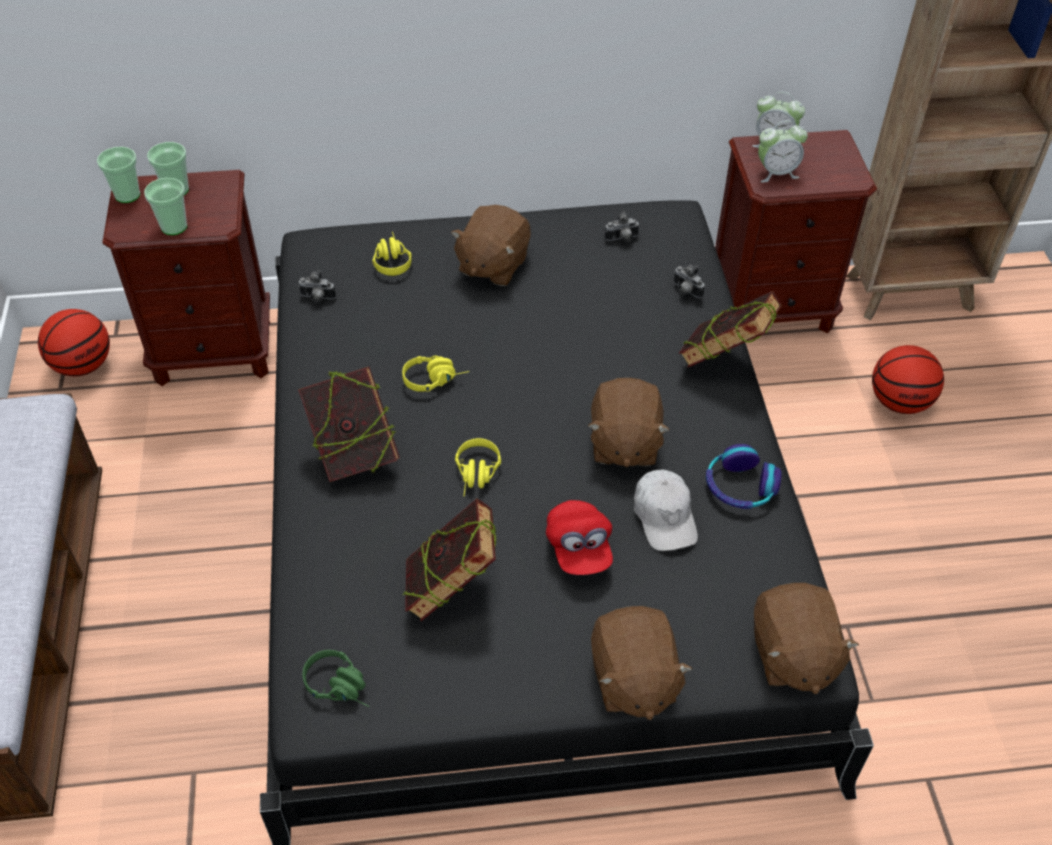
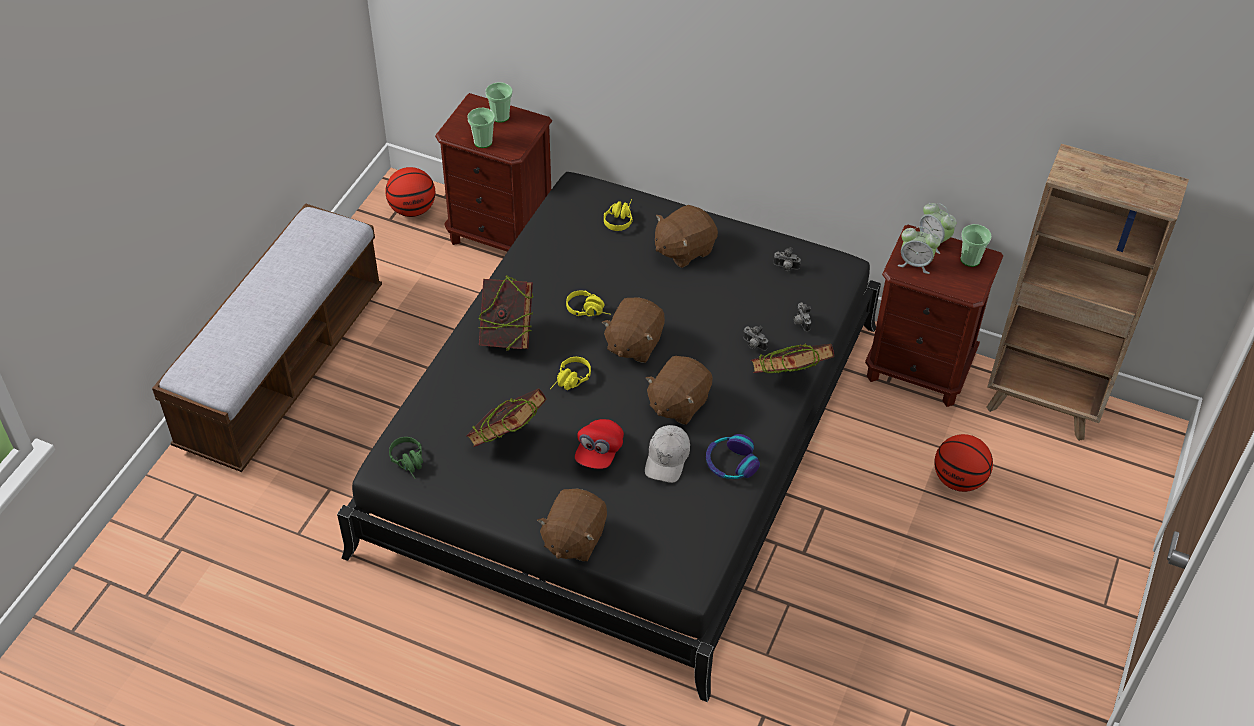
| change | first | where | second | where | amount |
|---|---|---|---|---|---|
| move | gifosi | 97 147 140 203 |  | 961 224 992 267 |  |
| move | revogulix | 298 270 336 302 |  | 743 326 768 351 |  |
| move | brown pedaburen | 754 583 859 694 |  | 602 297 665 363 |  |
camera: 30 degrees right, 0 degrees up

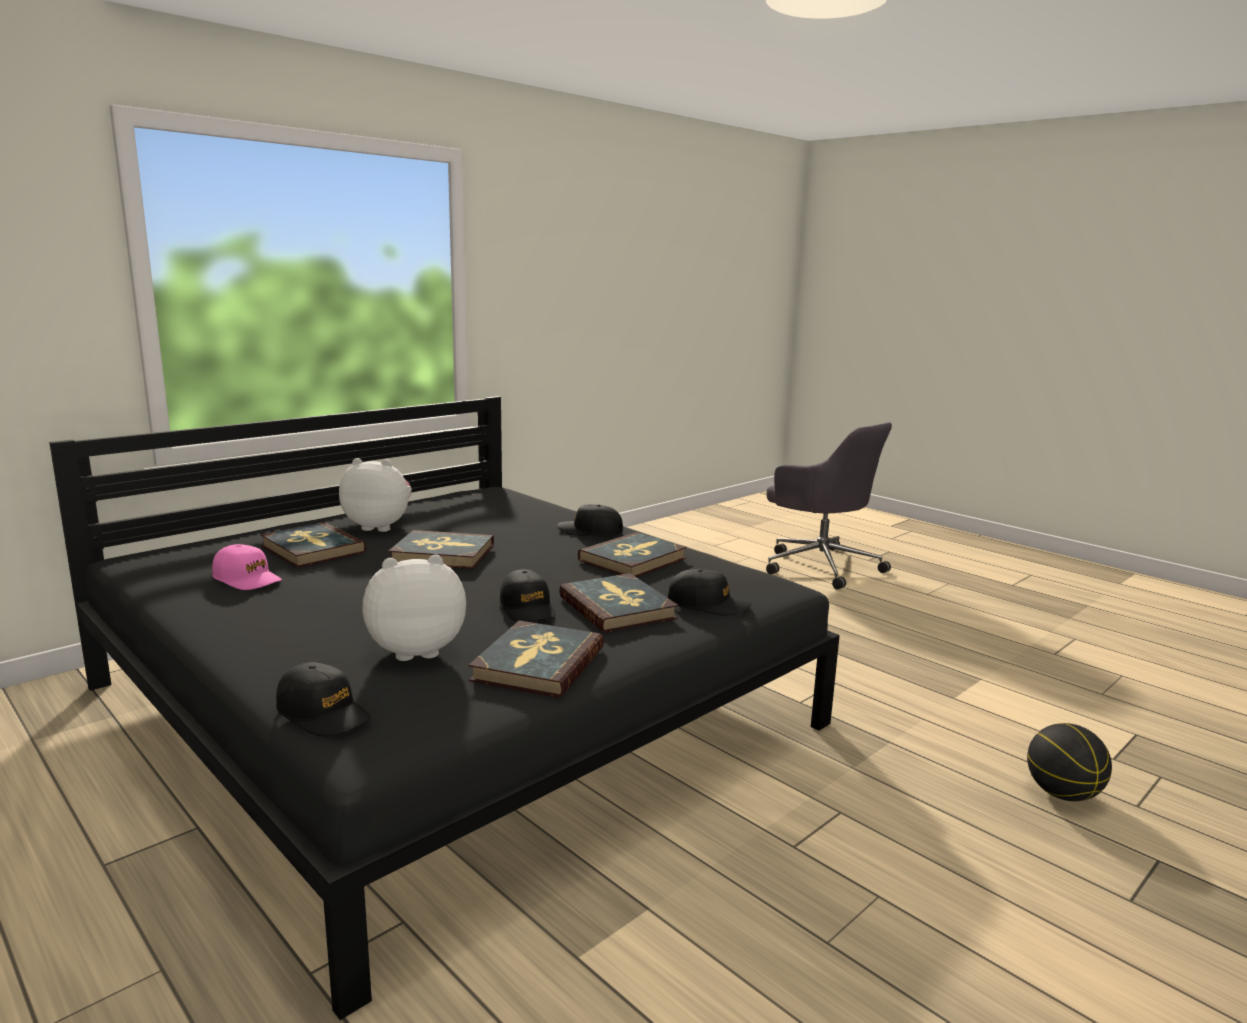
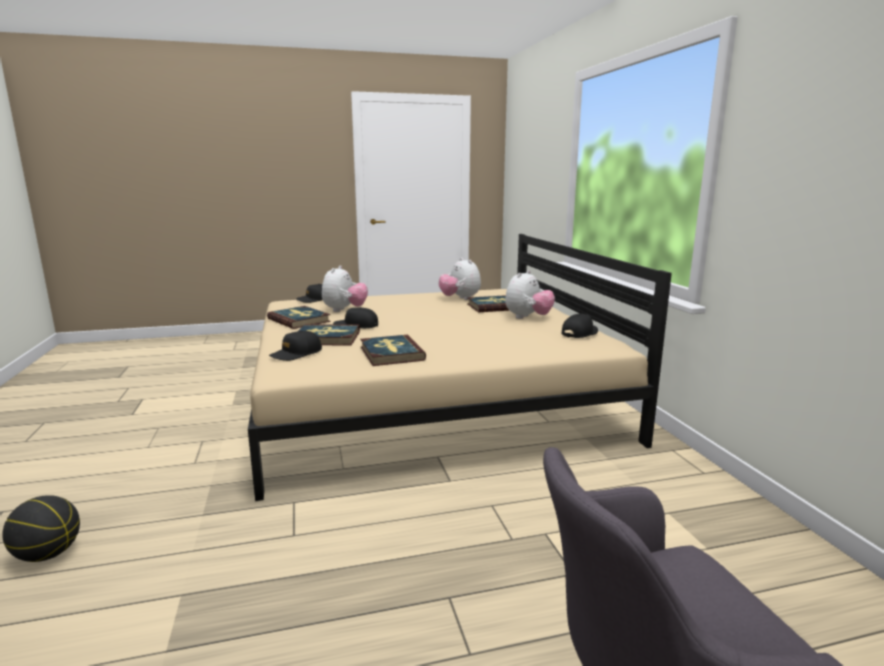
| change | first | where | second | where | amount |
|---|---|---|---|---|---|
| recolor | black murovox | 49 396 840 1020 | beige murovox | 248 234 672 501 |  |
| move | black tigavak | 557 504 623 536 |  | 561 314 598 338 |  |
| delete | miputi | 388 530 494 569 |  |  |  |
| replace | pink tigavak | 212 544 282 590 | pedaburen | 439 258 481 300 |  |
camera: 120 degrees right, 0 degrees up

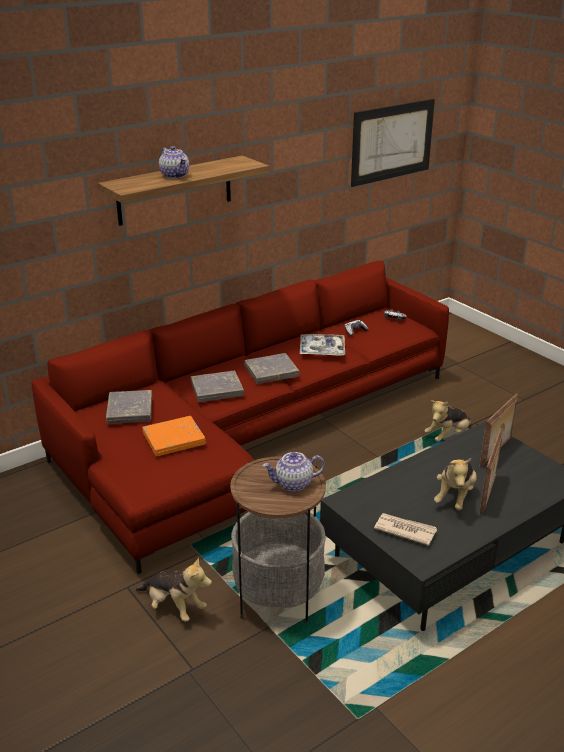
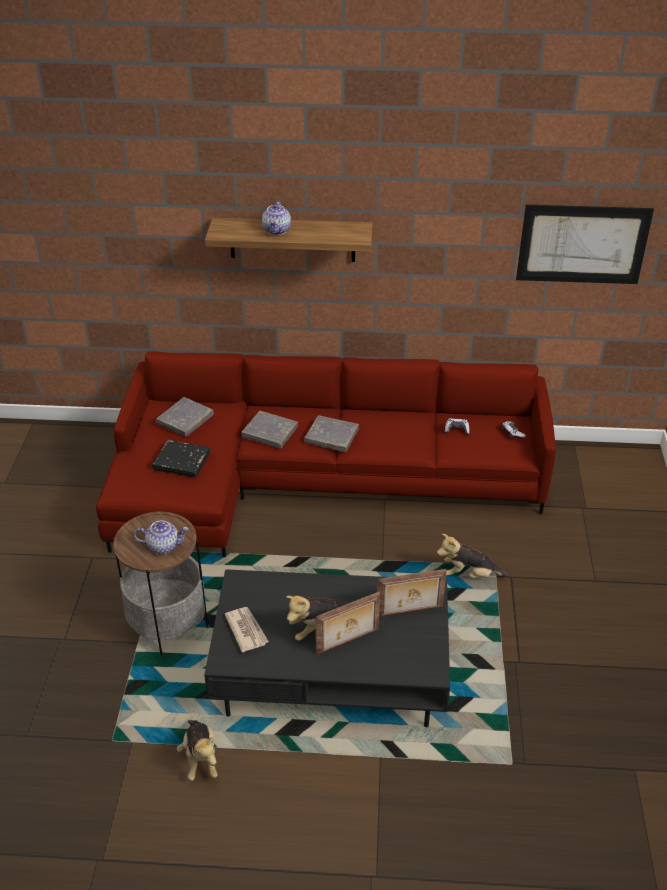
| change | first | where | second | where | amount |
|---|---|---|---|---|---|
| delete | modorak | 300 334 345 356 |  |  |  |
| recolor | orange miputi | 142 416 206 456 | black miputi | 152 440 210 477 |  |
| rotate | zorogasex | 263 452 325 491 |  | 134 520 189 554 | 150 degrees clockwise |
| move | pedaburen | 136 557 212 622 |  | 177 720 218 781 |  |
camera: 40 degrees right, 10 degrees up

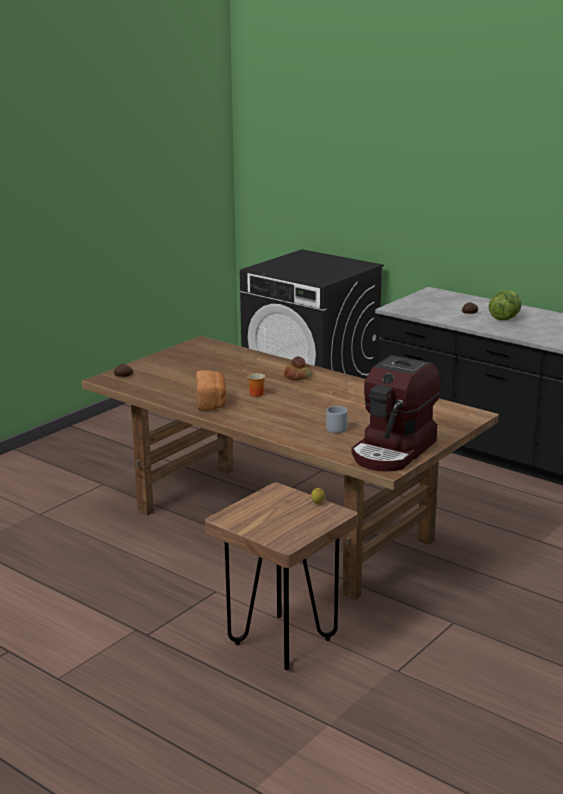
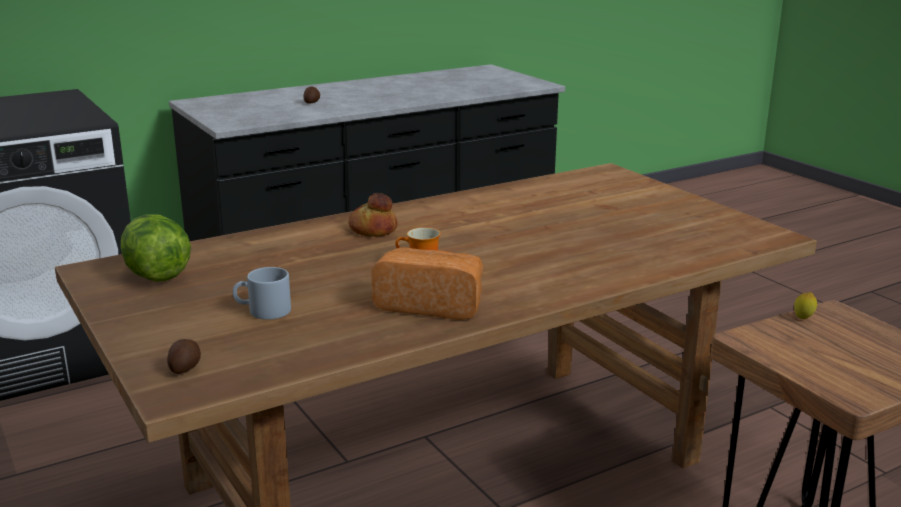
| change | first | where | second | where | amount |
|---|---|---|---|---|---|
| move | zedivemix | 489 290 522 320 |  | 120 214 191 282 |  |
| delete | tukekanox | 352 355 440 471 |  |  |  |
| move | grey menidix | 326 406 348 433 |  | 233 267 291 320 |  |
camera: 70 degrees left, 0 degrees up

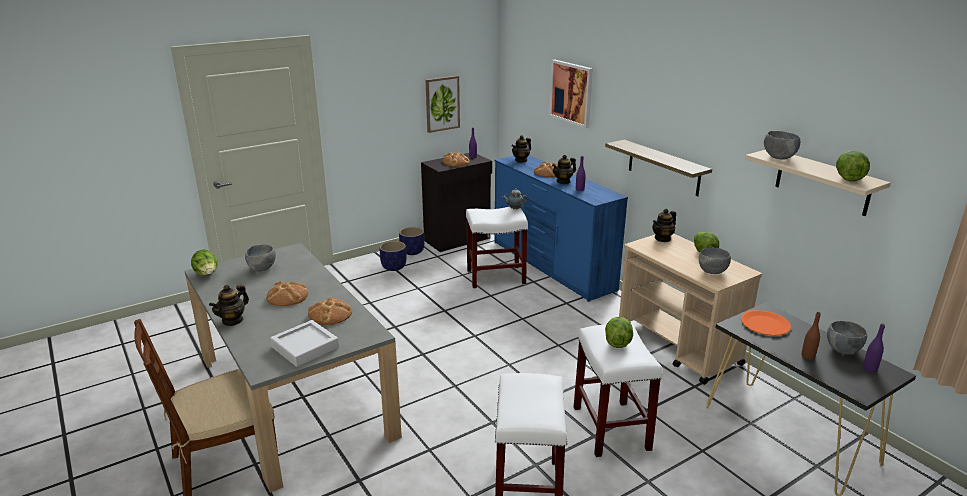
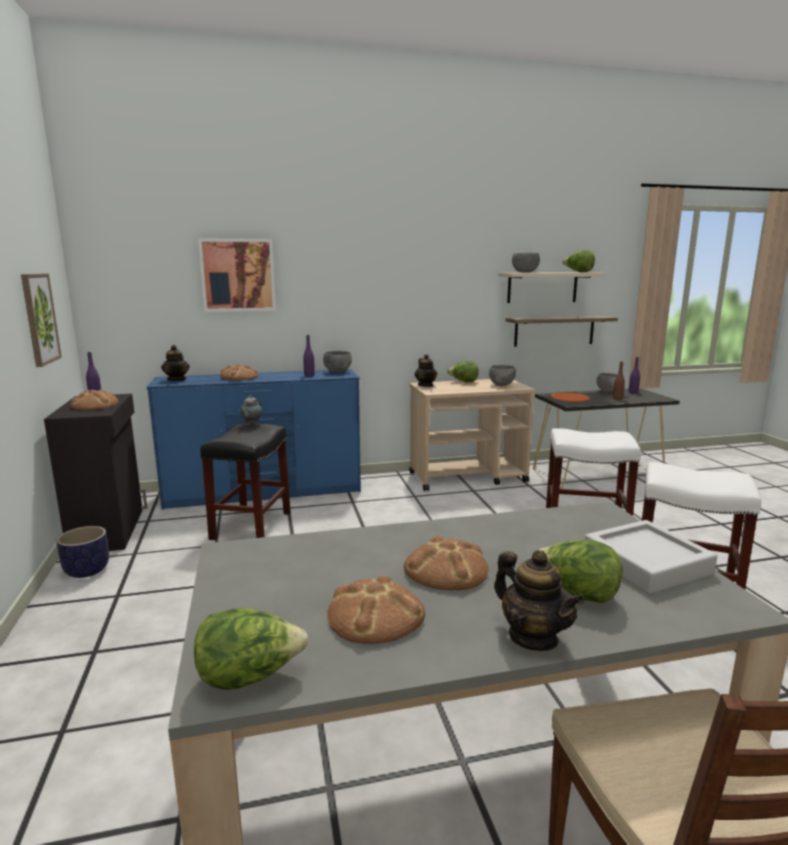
| change | first | where | second | where | amount |
|---|---|---|---|---|---|
| move | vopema | 605 140 712 196 |  | 506 316 618 347 |  |
| delete | zorogasex | 552 155 576 184 |  |  |  |
| recolor | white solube | 466 207 528 289 | black solube | 200 423 291 540 |  |
| delete | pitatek | 379 241 406 271 |  |  |  |
| move | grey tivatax | 245 244 276 271 |  | 323 351 352 373 |  |
| move | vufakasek | 308 297 352 325 |  | 327 575 425 644 |  |
| move | zedivemix | 605 317 633 348 |  | 534 540 623 603 |  |
camera: 70 degrees left, 10 degrees down

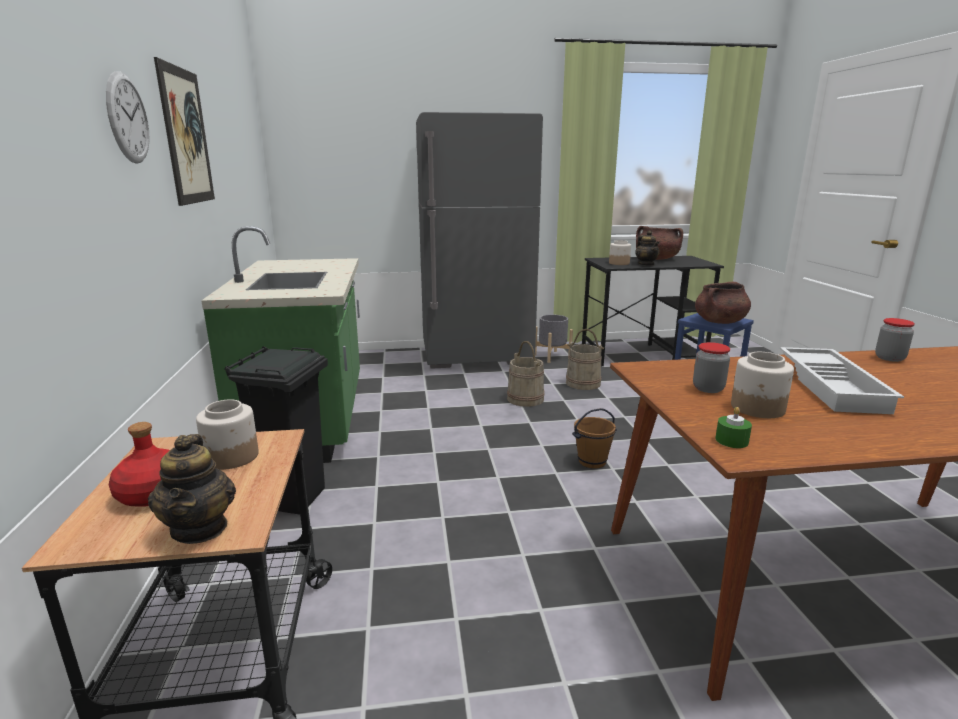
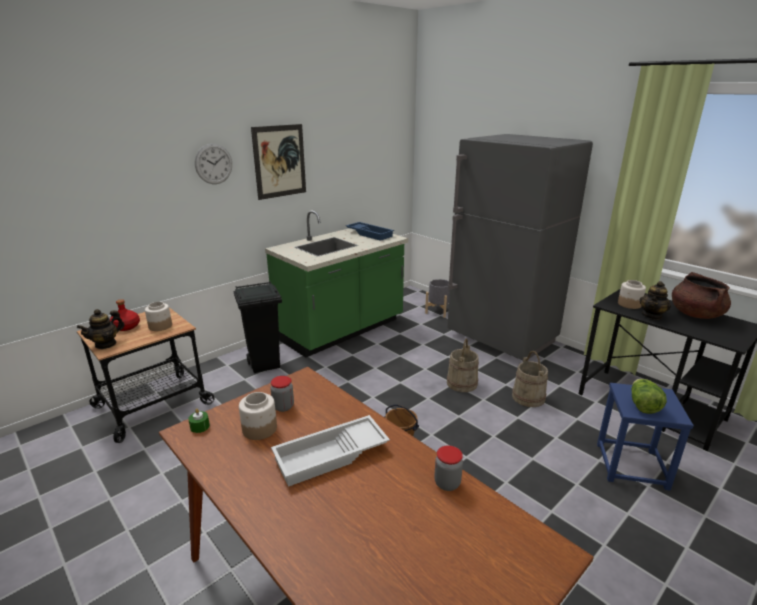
| change | first | where | second | where | amount |
|---|---|---|---|---|---|
| replace | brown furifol | 695 282 751 324 | zedivemix | 631 379 667 414 |  |
| move | grey pitatek | 535 315 573 363 |  | 425 279 450 318 |  |
| insert |  |  | blue modorak | 346 222 394 241 |  |
camera: 55 degrees right, 5 degrees up

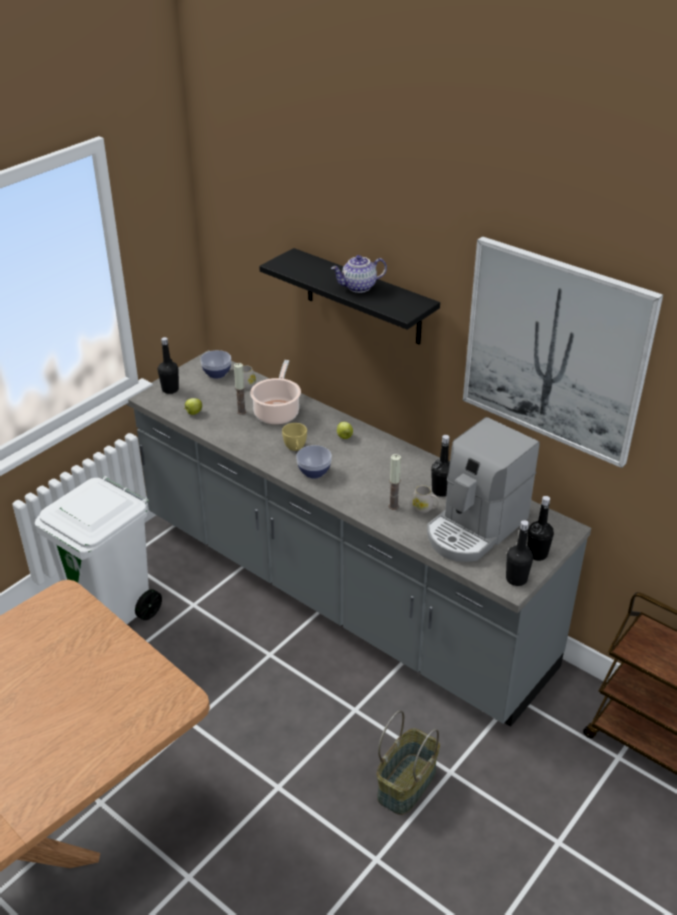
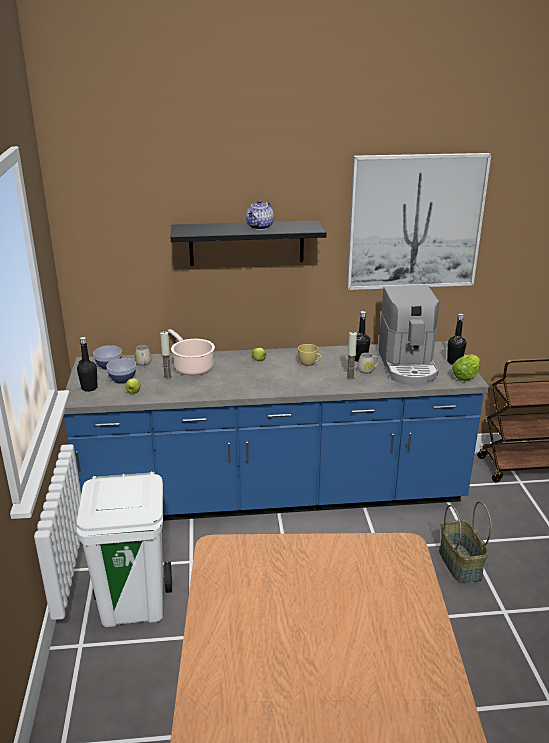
| change | first | where | second | where | amount |
|---|---|---|---|---|---|
| recolor | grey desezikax | 126 350 591 727 | blue desezikax | 64 341 489 521 |  |
| move | yellow gifosi | 282 423 307 451 |  | 298 344 321 366 |  |
| move | tivatax | 296 445 332 478 |  | 106 358 136 384 |  |
| replace | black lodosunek | 506 520 533 586 | zedivemix | 452 355 480 381 |  |
camera: 45 degrees left, 10 degrees down

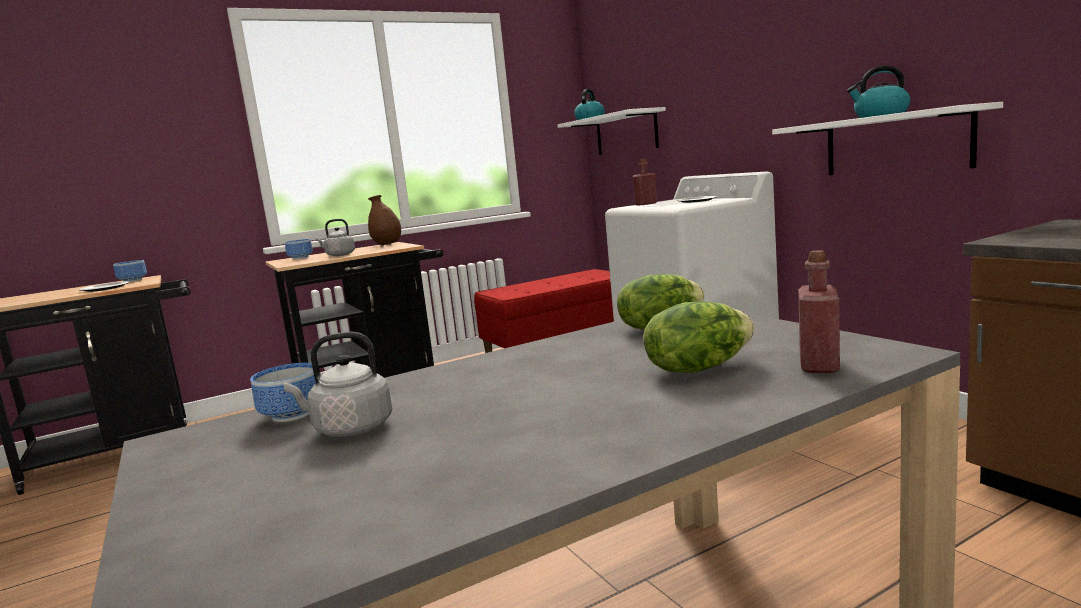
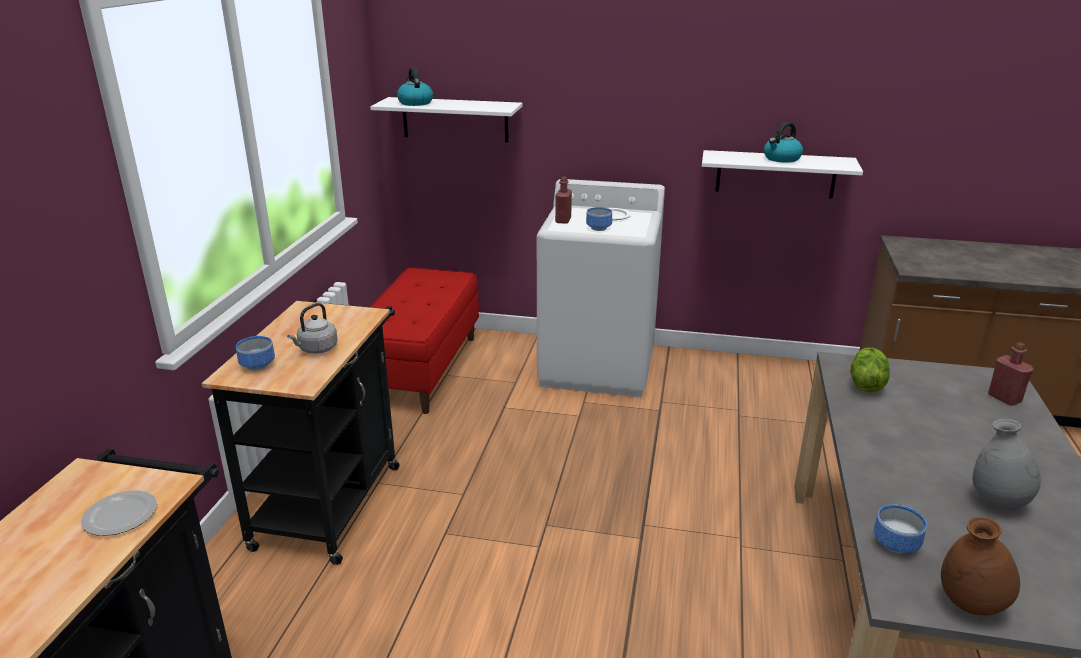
| change | first | where | second | where | amount |
|---|---|---|---|---|---|
| move | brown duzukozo | 368 195 401 246 |  | 941 517 1020 615 |  |
| move | tivatax | 113 260 147 282 |  | 586 207 612 231 |  |
| delete | zedivemix | 643 301 754 372 |  |  |  |
| delete | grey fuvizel | 283 332 392 437 |  |  |  |
| insert |  |  | grey duzukozo | 973 419 1041 510 |  |
camera: 50 degrees left, 15 degrees up

